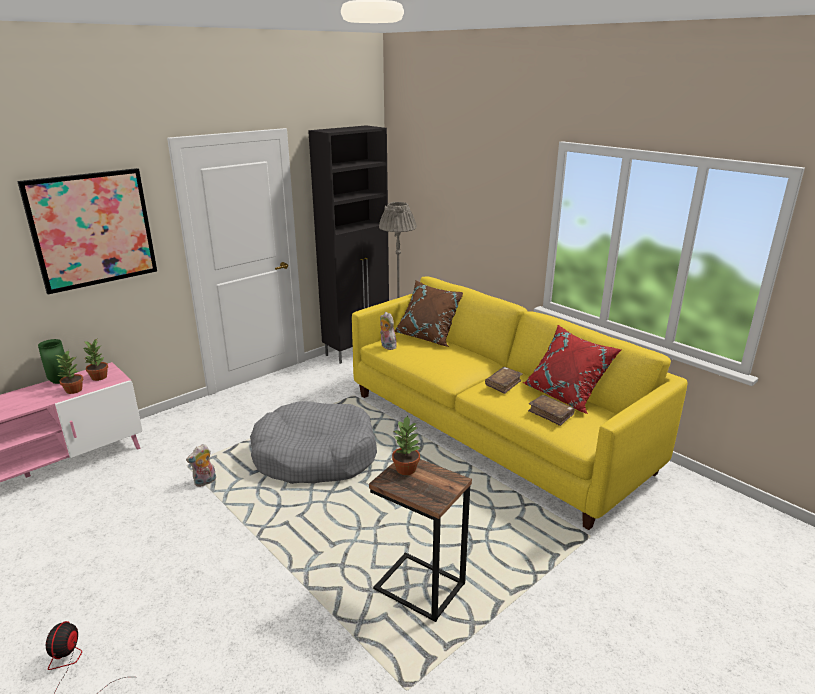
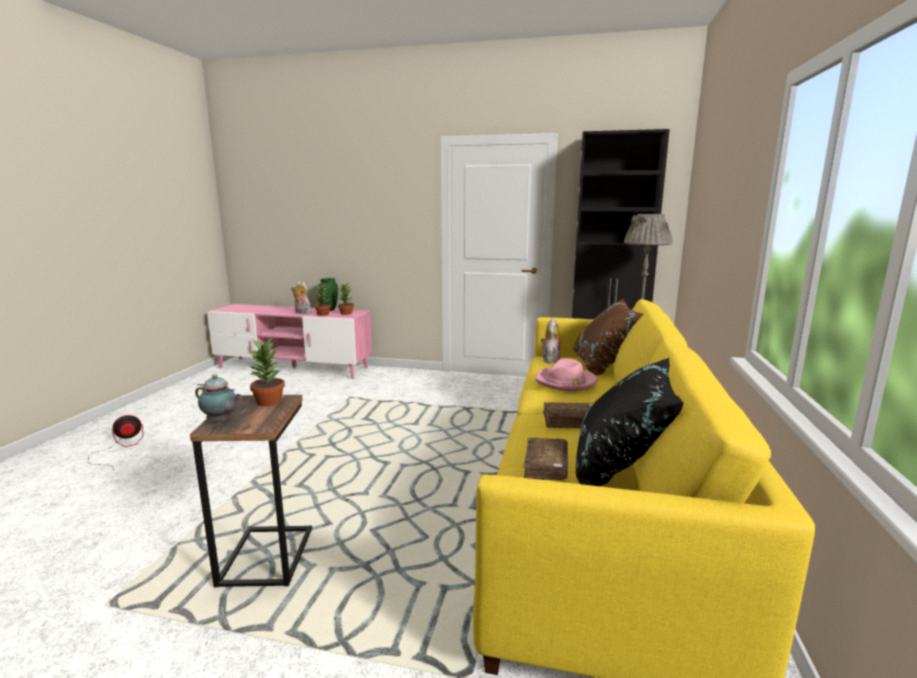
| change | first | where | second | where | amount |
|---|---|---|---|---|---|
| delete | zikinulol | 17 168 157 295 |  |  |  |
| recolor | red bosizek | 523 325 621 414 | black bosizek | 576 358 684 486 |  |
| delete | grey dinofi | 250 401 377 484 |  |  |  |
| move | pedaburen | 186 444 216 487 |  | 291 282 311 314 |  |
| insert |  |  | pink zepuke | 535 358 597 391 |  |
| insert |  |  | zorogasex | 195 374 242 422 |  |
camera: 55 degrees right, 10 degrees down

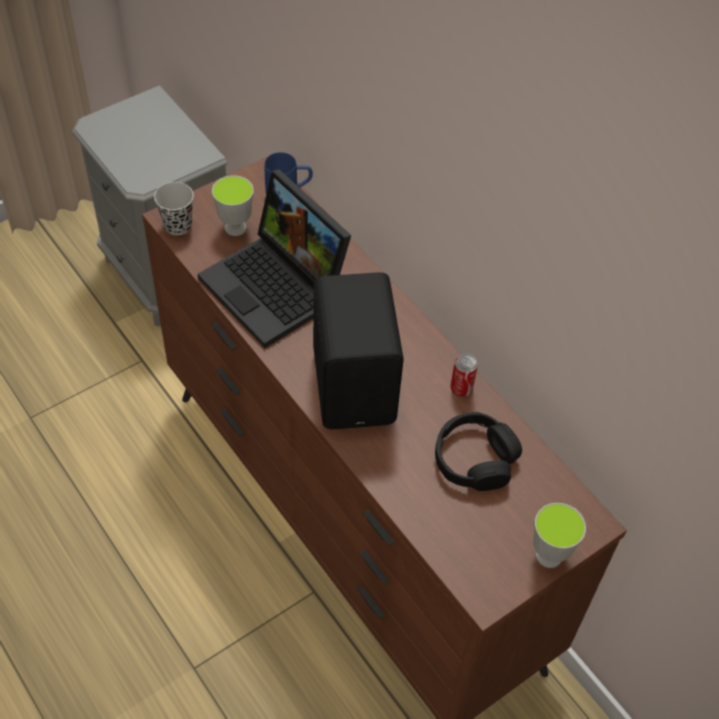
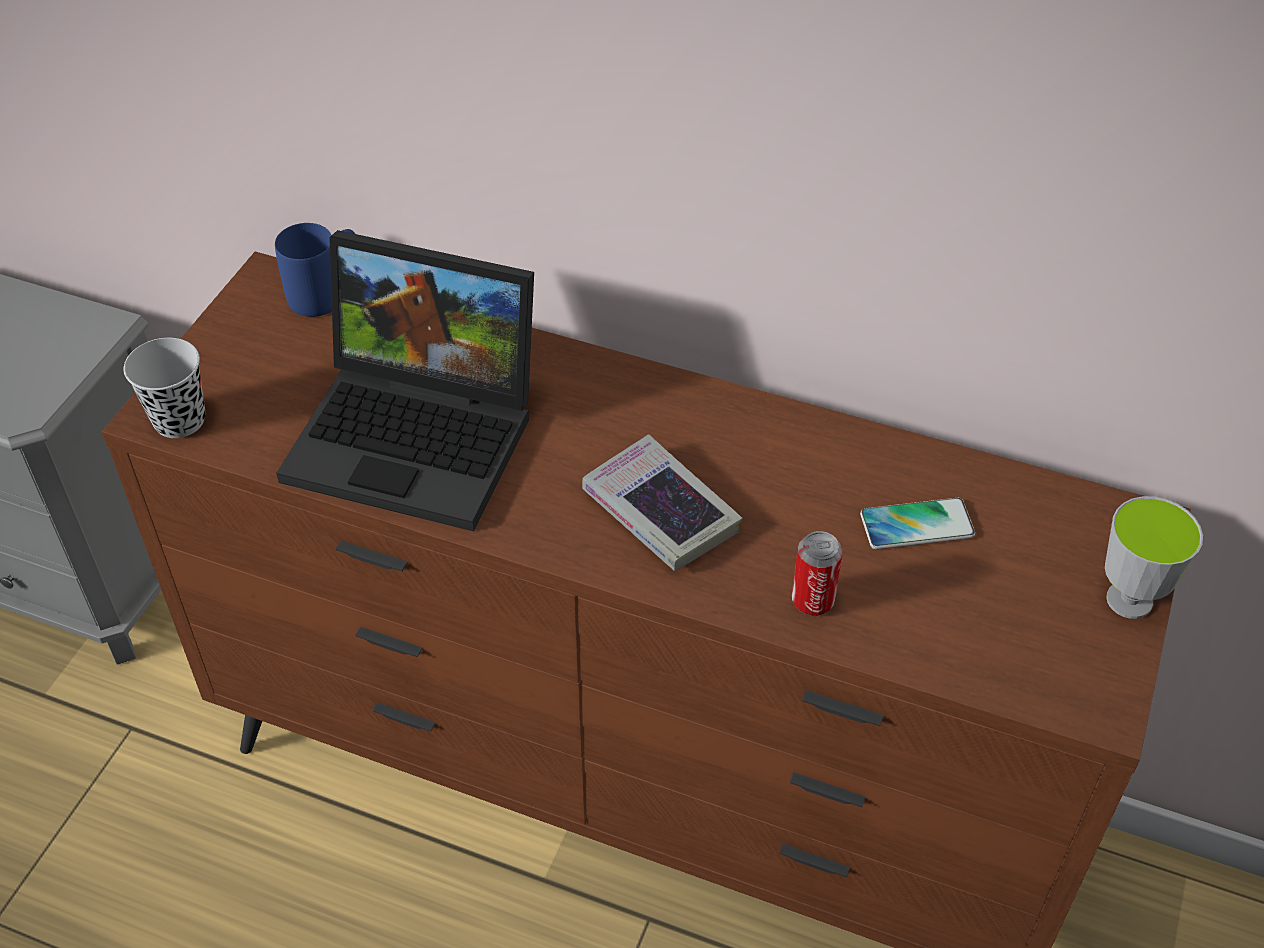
| change | first | where | second | where | amount |
|---|---|---|---|---|---|
| delete | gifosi | 212 175 254 236 |  |  |  |
| replace | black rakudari | 313 272 404 429 | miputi | 582 434 742 571 |  |
| move | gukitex | 451 353 478 397 |  | 792 531 843 616 |  |
| replace | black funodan | 435 412 522 491 | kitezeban | 860 498 975 549 |  |
camera: 30 degrees left, 5 degrees down

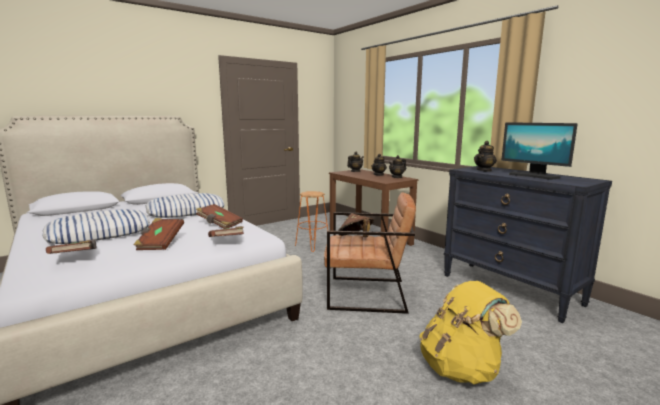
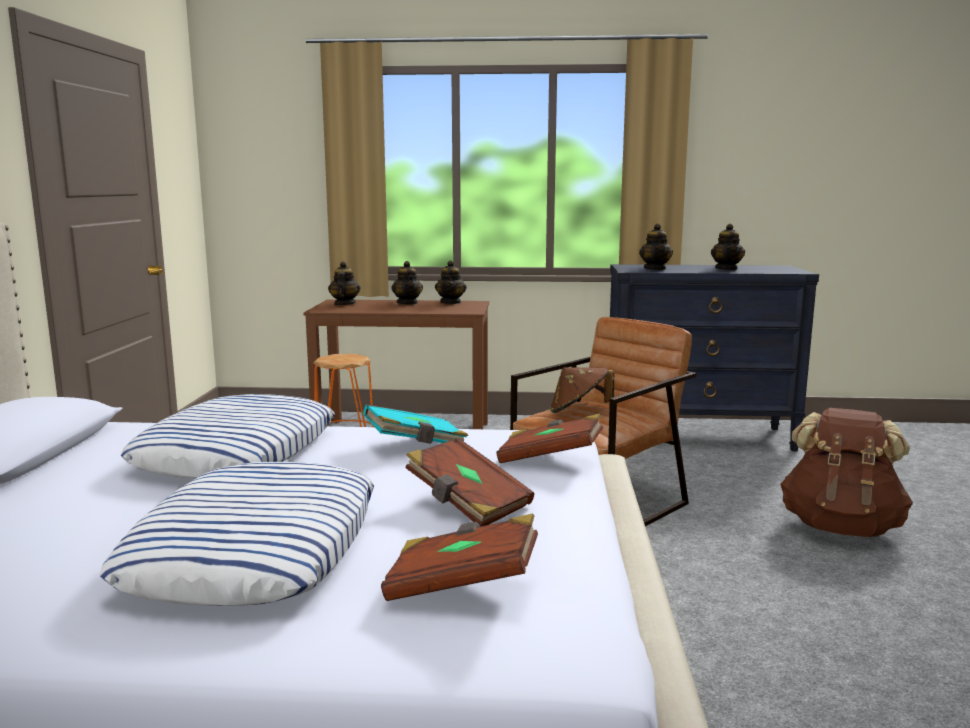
| change | first | where | second | where | amount |
|---|---|---|---|---|---|
| replace | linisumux | 501 122 578 180 | zorogasex | 711 224 745 270 |  |
| recolor | brown miputi | 196 204 243 229 | turquoise miputi | 363 404 468 444 |  |
| recolor | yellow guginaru | 419 281 522 384 | brown guginaru | 780 408 913 537 |  |
camera: 50 degrees left, 0 degrees up

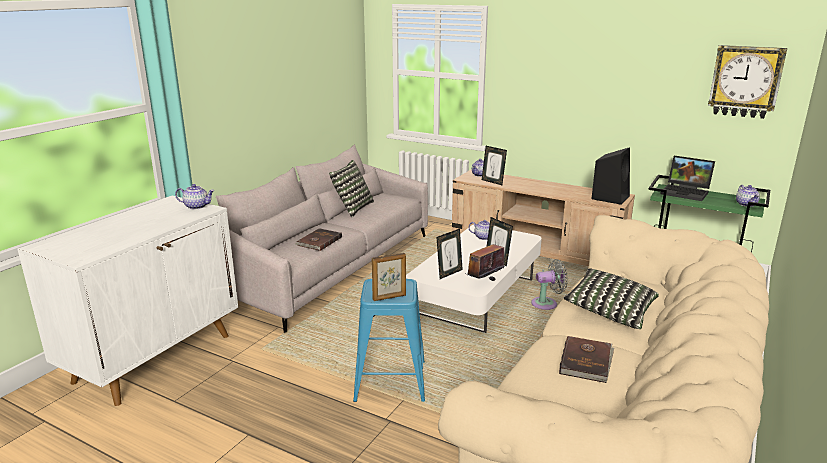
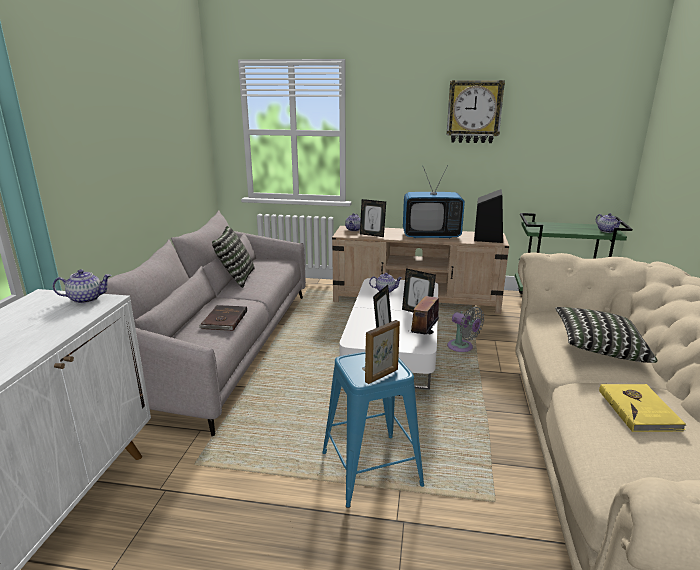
| change | first | where | second | where | amount |
|---|---|---|---|---|---|
| move | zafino | 708 45 787 119 |  | 447 80 505 143 |  |
| delete | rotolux | 661 156 715 201 |  |  |  |
| rotate | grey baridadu | 531 259 568 310 |  | 447 307 484 352 | 75 degrees clockwise |
| recolor | brown miputi | 559 336 614 383 | yellow miputi | 599 384 686 432 |  |
| insert |  |  | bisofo | 403 165 465 238 |  |
camera: 20 degrees left, 0 degrees up

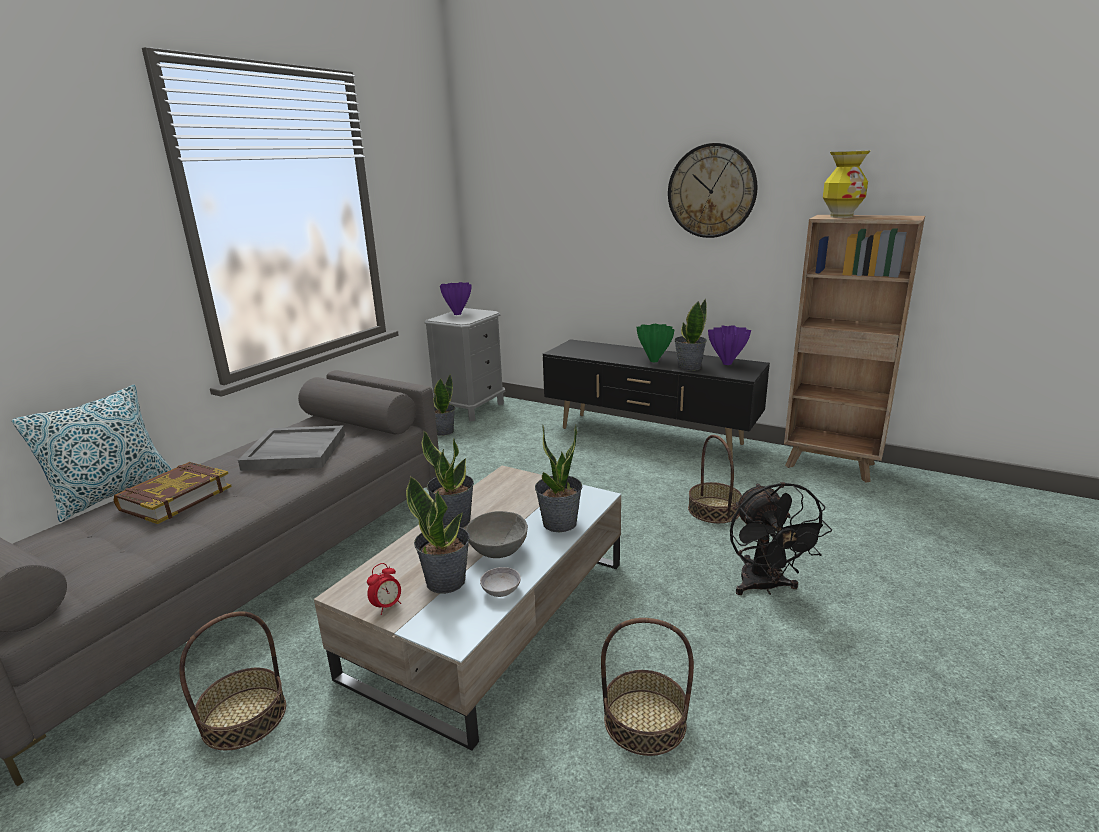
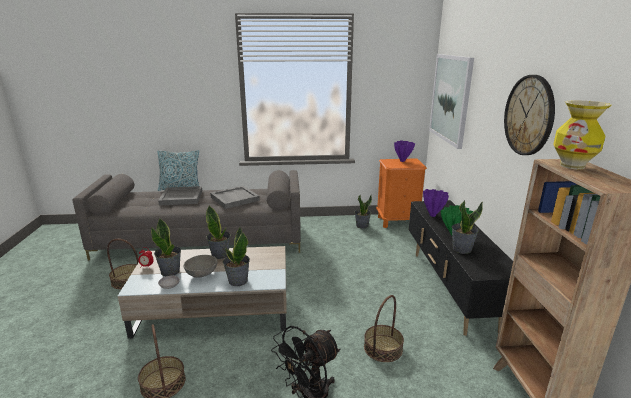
| change | first | where | second | where | amount |
|---|---|---|---|---|---|
| recolor | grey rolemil | 424 308 505 422 | orange rolemil | 376 158 427 228 |  |
| move | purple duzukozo | 708 325 751 365 |  | 423 189 449 217 |  |
| replace | miputi | 114 462 232 524 | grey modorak | 158 186 202 206 |  |
| insert |  |  | zikinulol | 429 54 474 149 |  |
camera: 55 degrees right, 0 degrees up

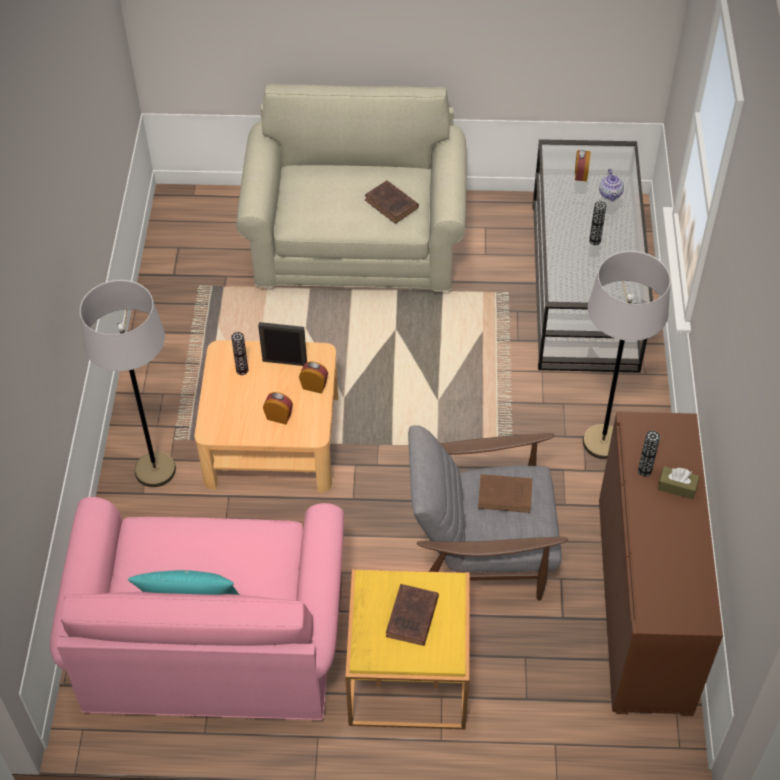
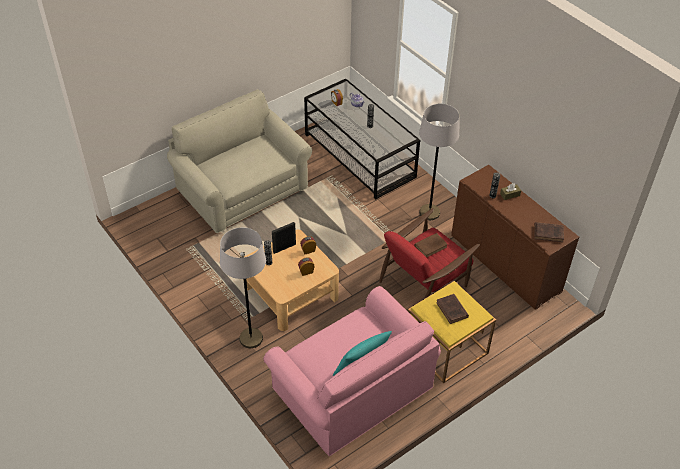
| change | first | where | second | where | amount |
|---|---|---|---|---|---|
| move | brown miputi | 365 180 419 224 |  | 534 222 564 242 |  |
| recolor | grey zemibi | 408 426 568 600 | red zemibi | 379 208 480 299 |  |
camera: 40 degrees left, 5 degrees down

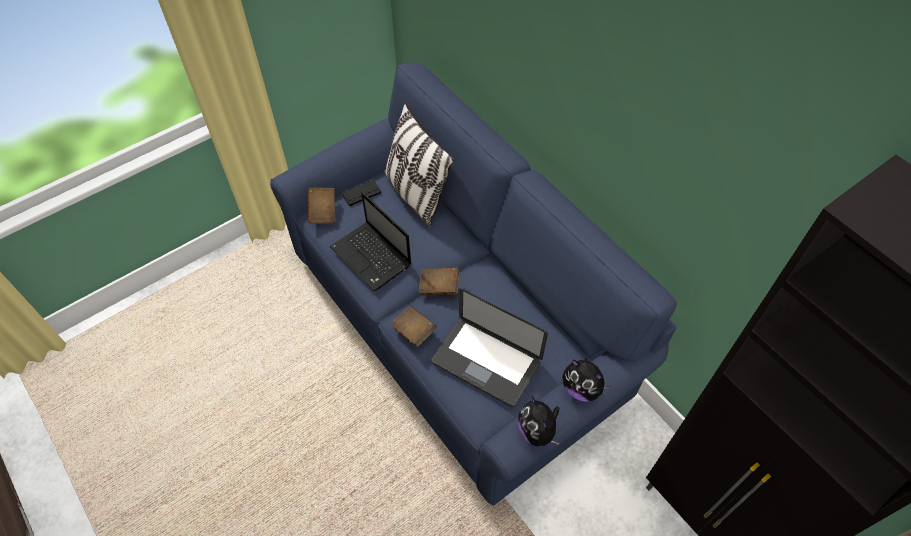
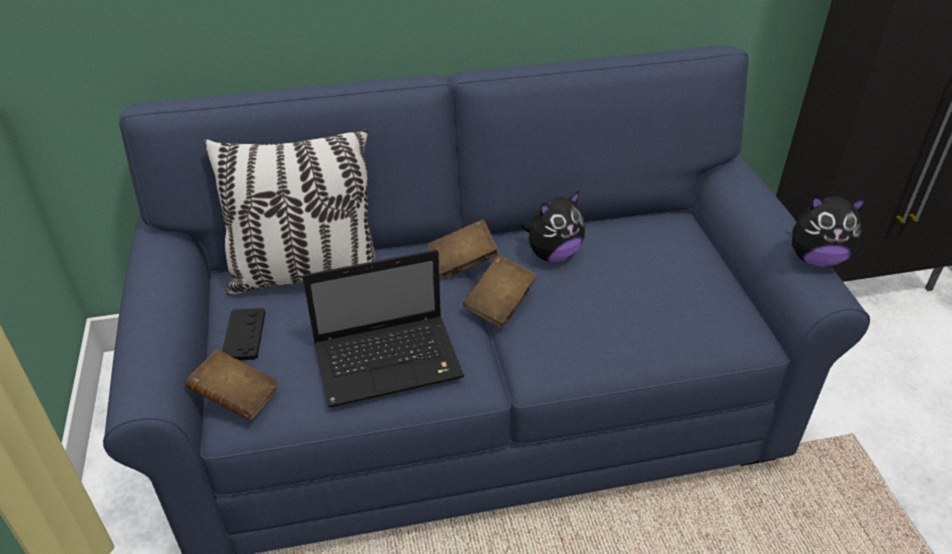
| change | first | where | second | where | amount |
|---|---|---|---|---|---|
| delete | rotolux | 431 289 548 407 |  |  |  |
| move | brown miputi | 391 306 437 347 |  | 428 219 499 279 |  |
| move | pedaburen | 562 358 611 402 |  | 522 190 585 262 |  |
camera: 65 degrees left, 15 degrees down

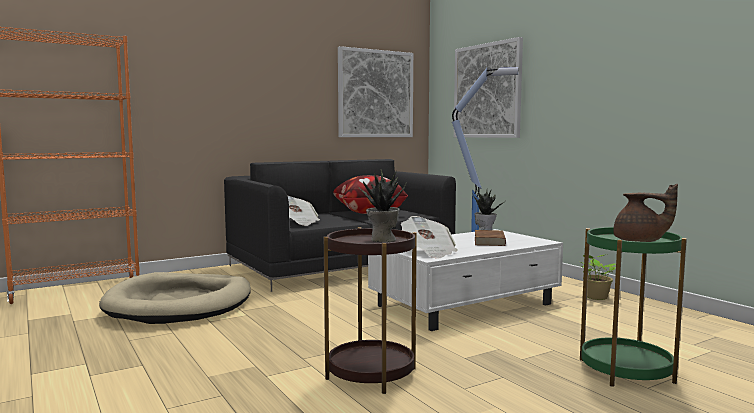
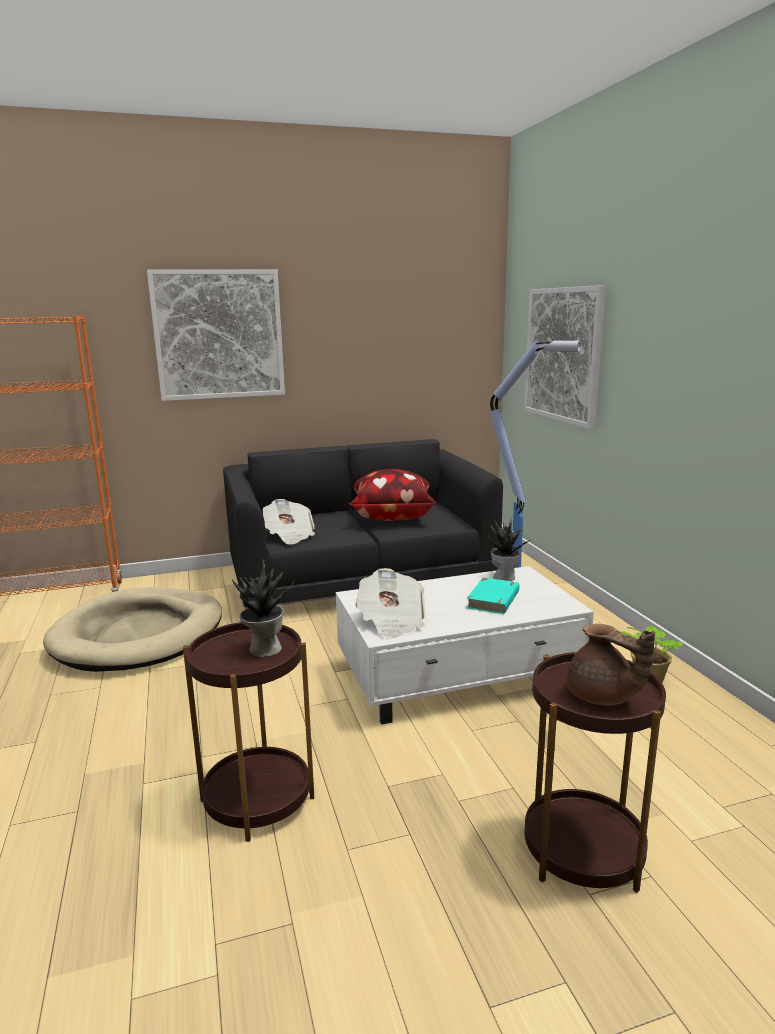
| change | first | where | second | where | amount |
|---|---|---|---|---|---|
| move | zikinulol | 338 46 413 137 |  | 147 269 285 401 |  |
| recolor | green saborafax | 580 227 687 387 | brown saborafax | 525 652 666 893 |  |
| recolor | brown miputi | 475 230 506 246 | turquoise miputi | 466 577 519 614 |  |
camera: 15 degrees right, 10 degrees up

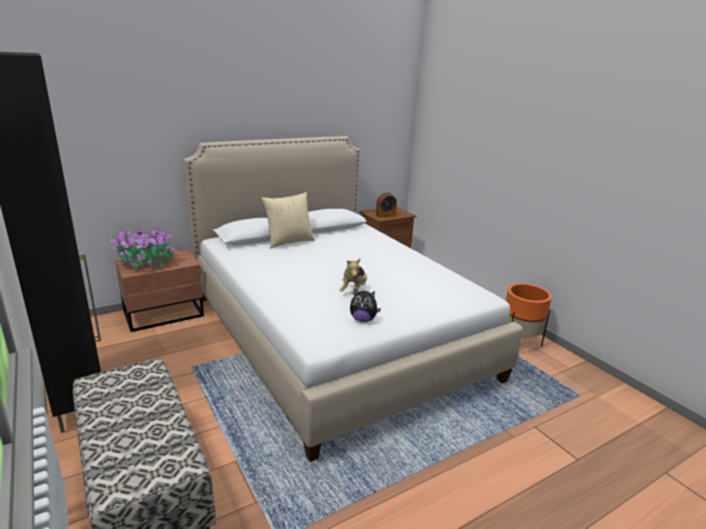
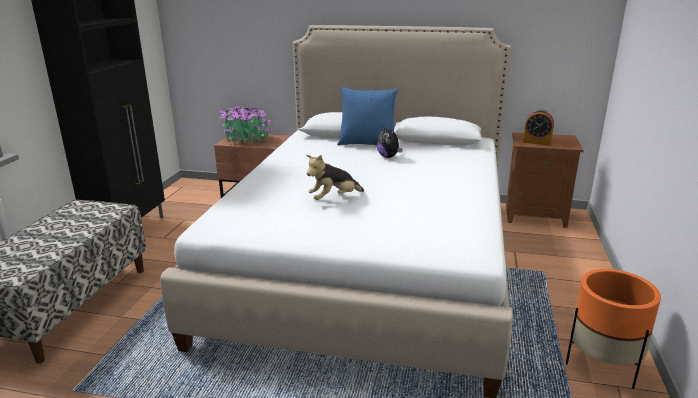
| change | first | where | second | where | amount |
|---|---|---|---|---|---|
| recolor | beige bosizek | 261 192 315 249 | blue bosizek | 337 87 398 146 |  |
| move | pedaburen | 350 288 381 322 |  | 377 125 403 158 |  |
camera: 45 degrees right, 0 degrees up

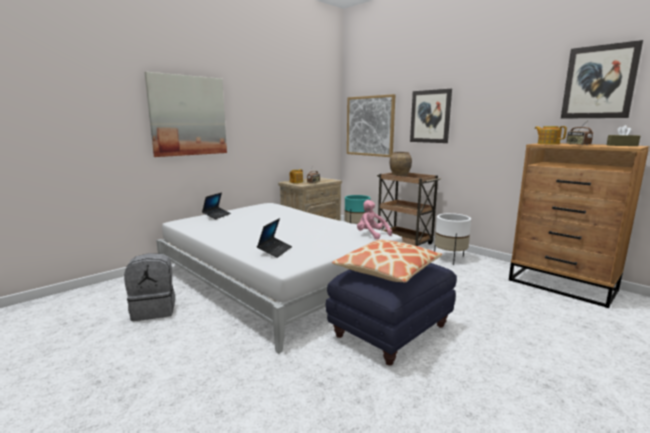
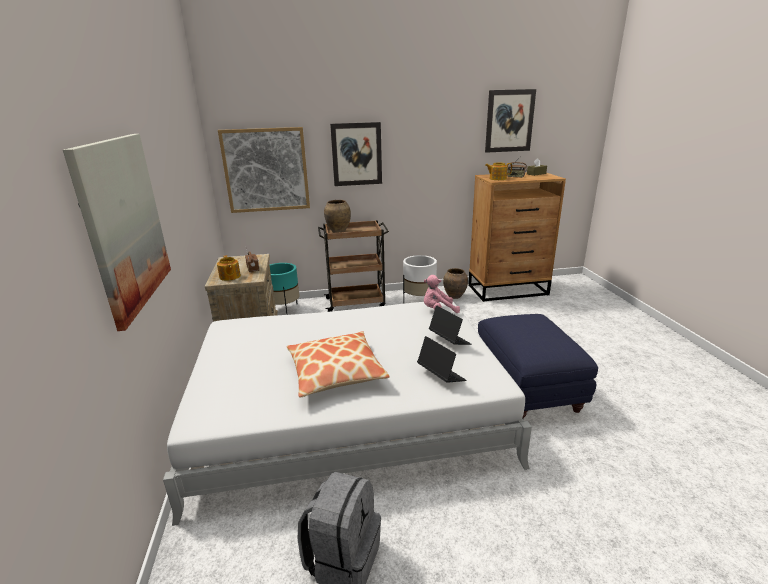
| change | first | where | second | where | amount |
|---|---|---|---|---|---|
| move | rotolux | 202 192 231 219 |  | 429 305 472 345 |  |
| move | bosizek | 332 240 442 283 |  | 287 331 390 398 |  |
| insert |  |  | brown duzukozo | 443 268 468 299 |  |
camera: 55 degrees left, 10 degrees up

